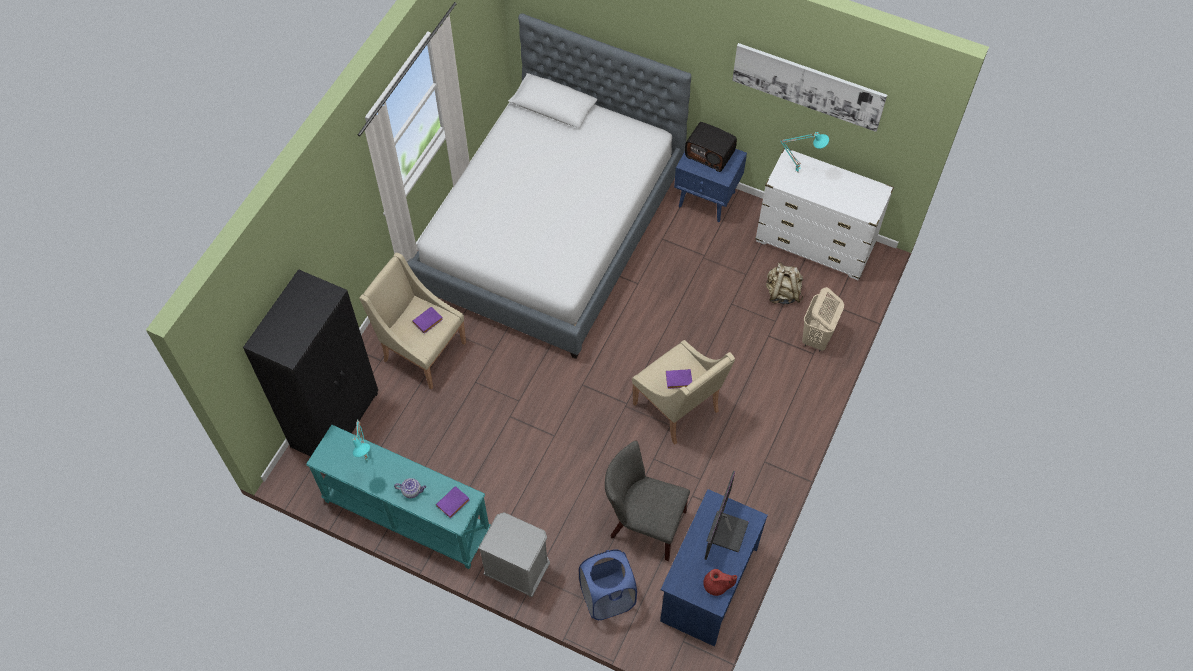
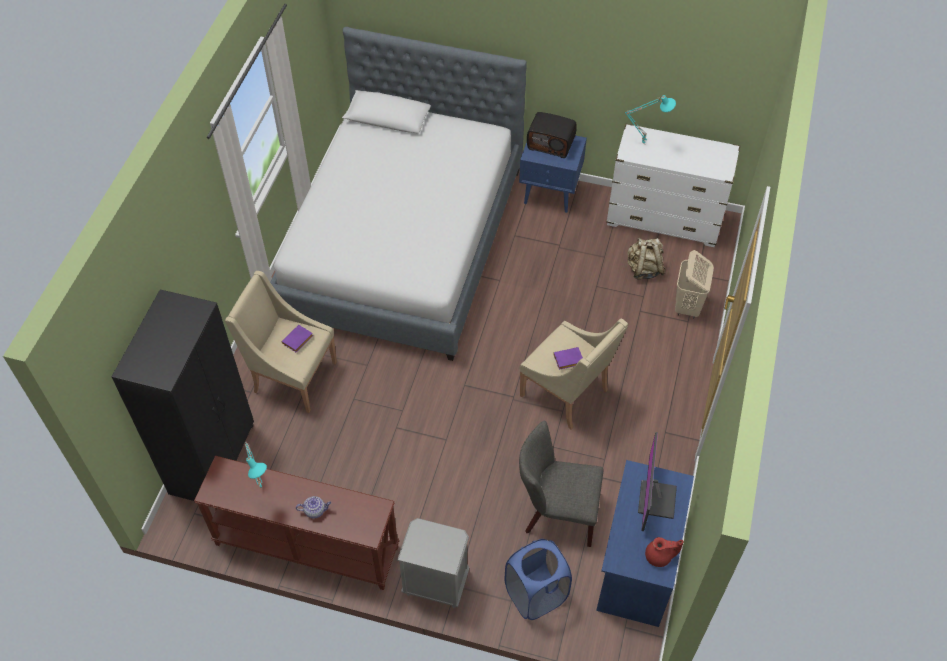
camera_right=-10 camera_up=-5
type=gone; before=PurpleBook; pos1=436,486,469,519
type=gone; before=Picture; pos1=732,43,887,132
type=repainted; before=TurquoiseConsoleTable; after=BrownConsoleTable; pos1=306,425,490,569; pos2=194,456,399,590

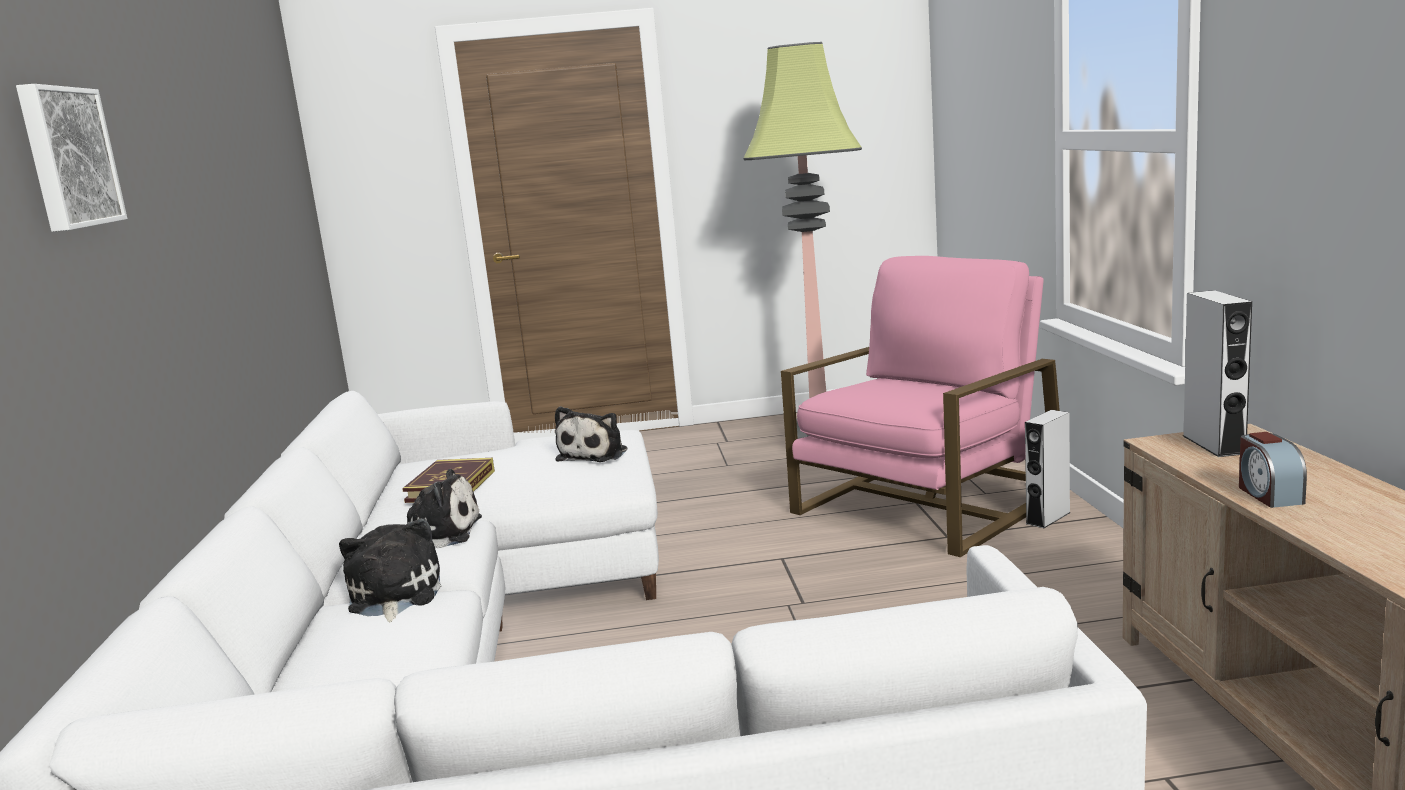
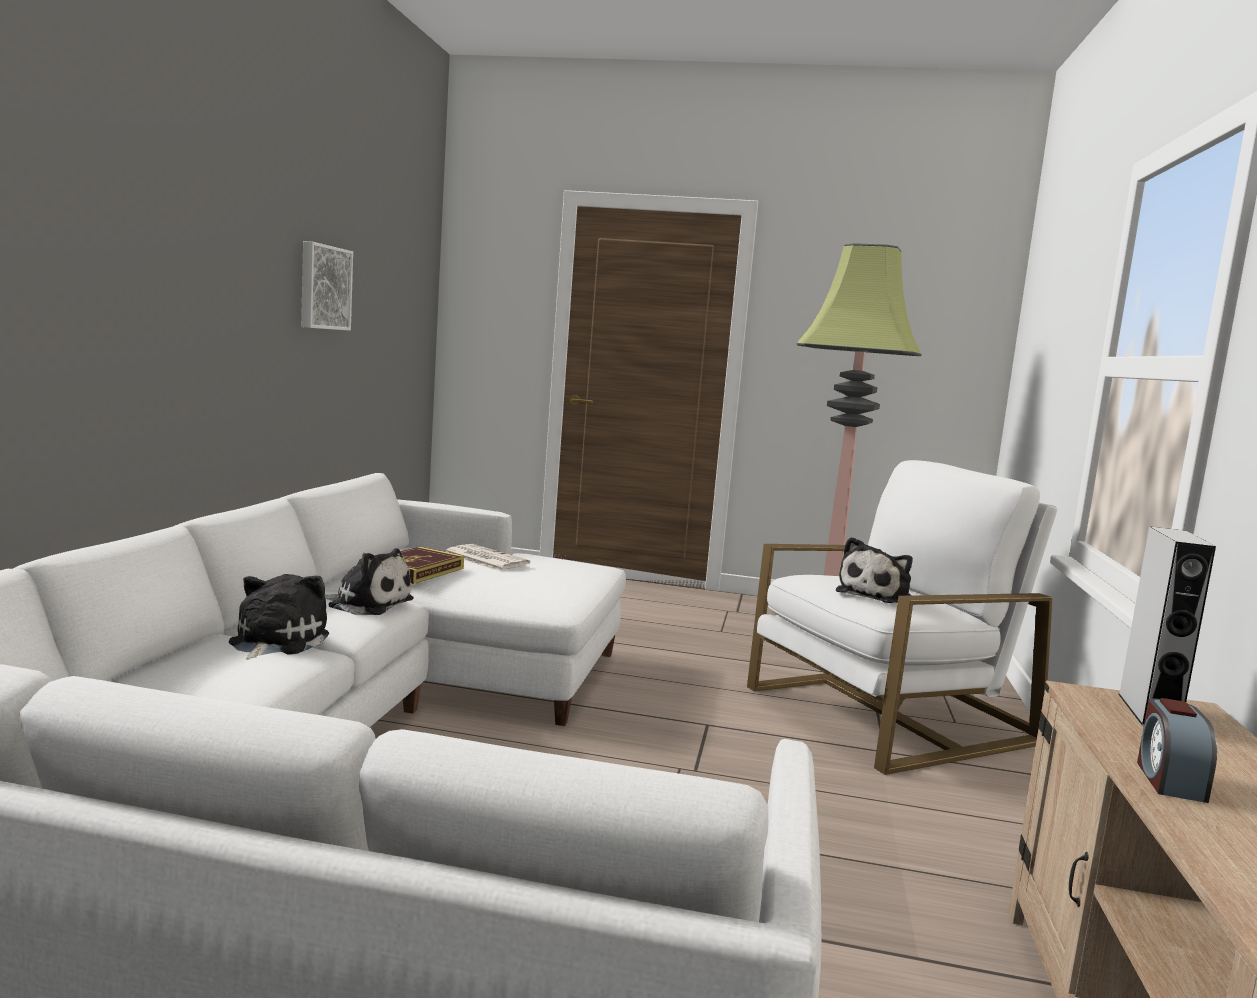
camera_right=15 camera_up=-5
type=gone; before=GreySpeaker; pos1=1025,410,1071,528
type=new; after=Newspaper; pos2=446,544,530,571
type=shifted; before=Picture; pos1=16,84,127,232; pos2=301,241,353,331
type=shifted; before=PlushToy; pos1=555,406,627,462; pos2=836,537,913,603
type=repainted; before=PinkArmchair; after=WhiteArmchair; pos1=781,256,1060,557; pos2=747,460,1057,775

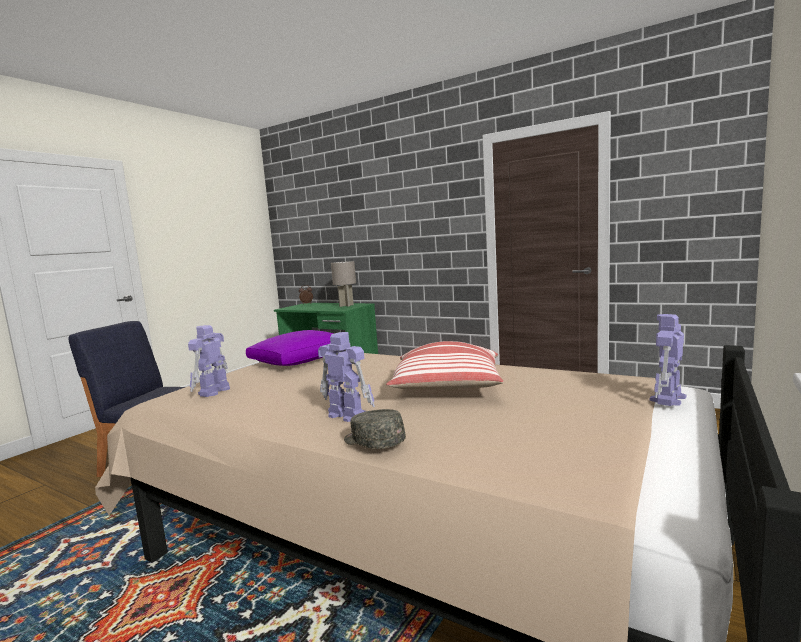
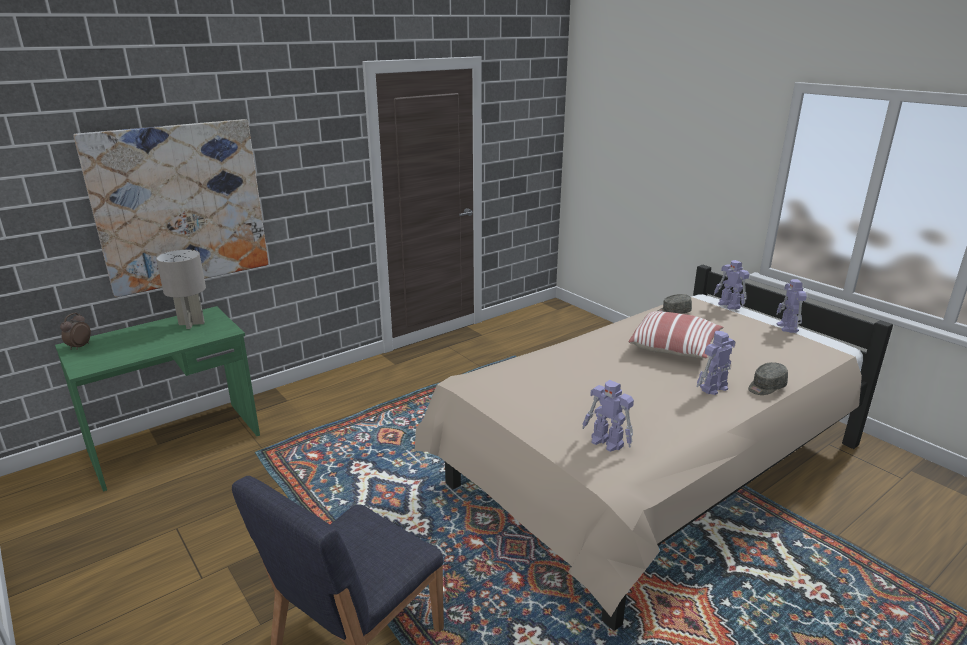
camera_right=-70 camera_up=15
type=gone; before=PurplePillow; pos1=246,330,334,366
type=new; after=Picture; pos2=73,119,269,297
type=new; after=GreyCap; pos2=658,294,692,314
type=new; after=ToyRobot; pos2=776,279,807,333

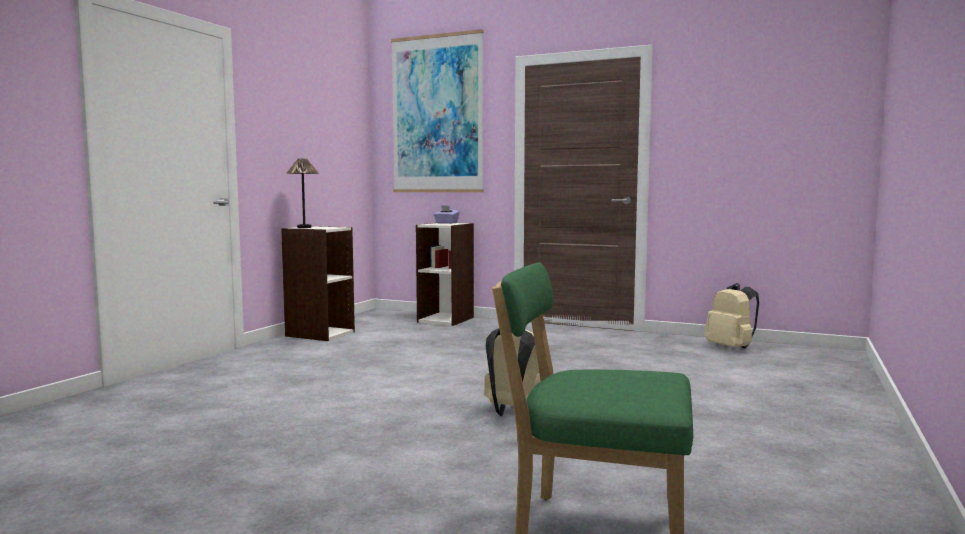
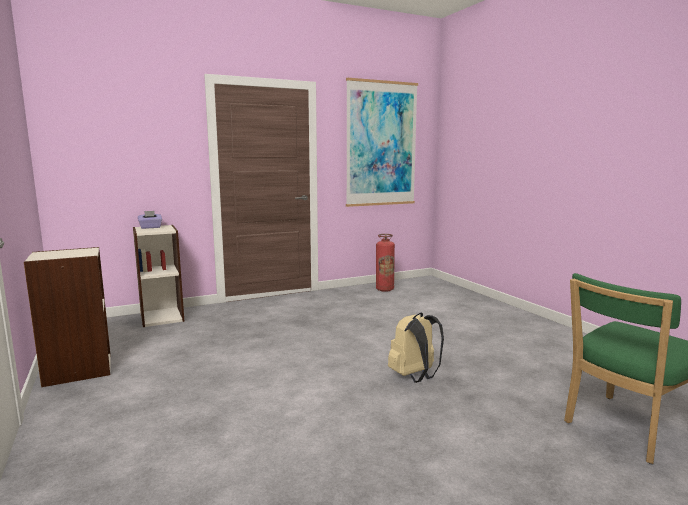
camera_right=-50 camera_up=5
type=gone; before=TableLamp; pos1=287,159,319,228
type=shifted; before=Picture; pos1=391,29,484,192; pos2=346,78,418,207
type=swapped; before=BeigeBackpack; after=FireExtinguisher; pos1=705,283,759,349; pos2=376,234,395,292

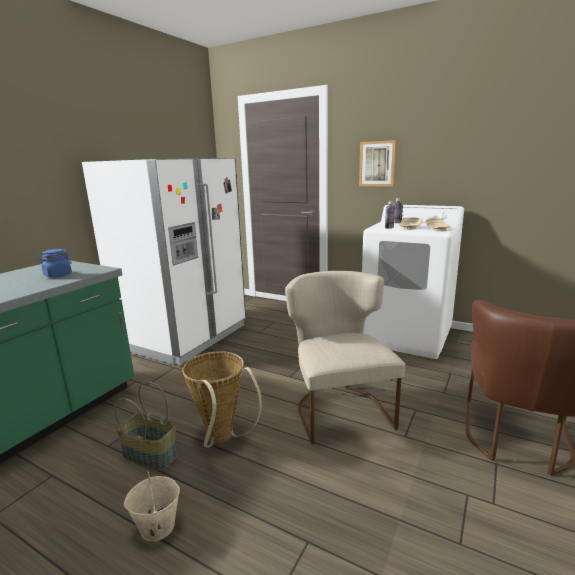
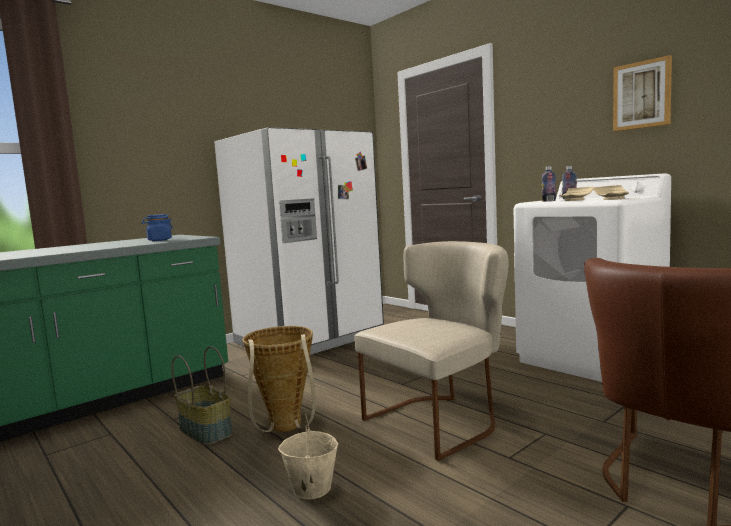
camera_right=20 camera_up=-10
type=shifted; before=BeigeBucket; pos1=124,469,180,542; pos2=278,413,338,499
type=shifted; before=Picture; pos1=359,140,396,186; pos2=613,55,672,131
type=rotated; before=BeigeChair; pos1=285,271,406,444; pos2=354,241,509,461; turn=45

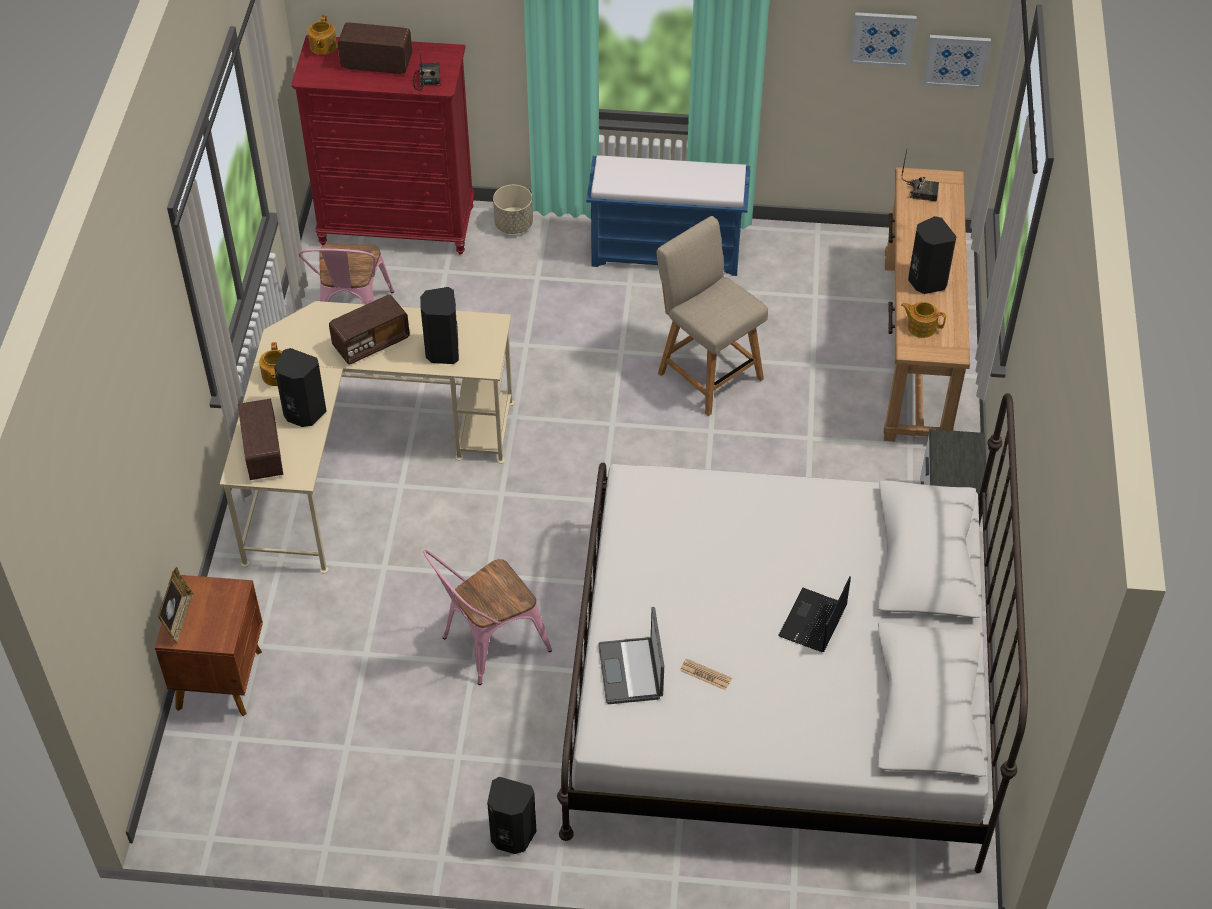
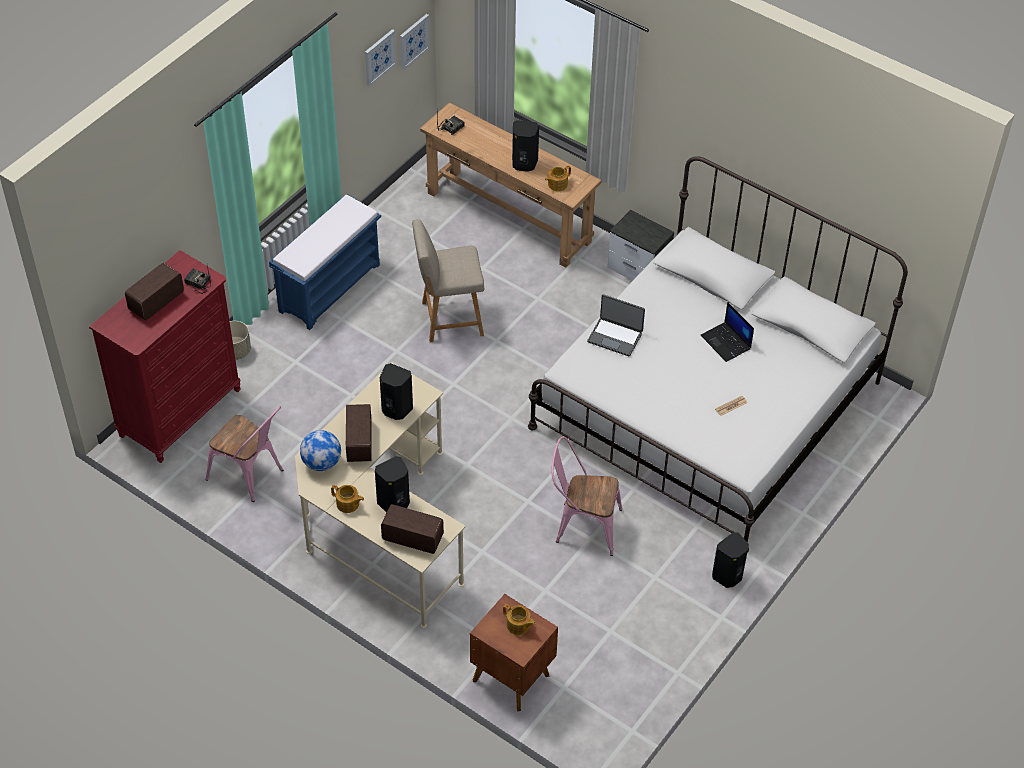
camera_right=-60 camera_up=0
type=gone; before=PictureFrame; pos1=158,567,194,643
type=new; after=Globe; pos2=300,430,341,471
type=shifted; before=Teapot; pos1=308,15,337,55; pos2=503,604,536,635
type=shifted; before=Laptop; pos1=598,607,664,704; pos2=587,294,645,357
type=rotated; before=PinkChair; pos1=423,550,552,685; pos2=551,437,622,556; turn=105

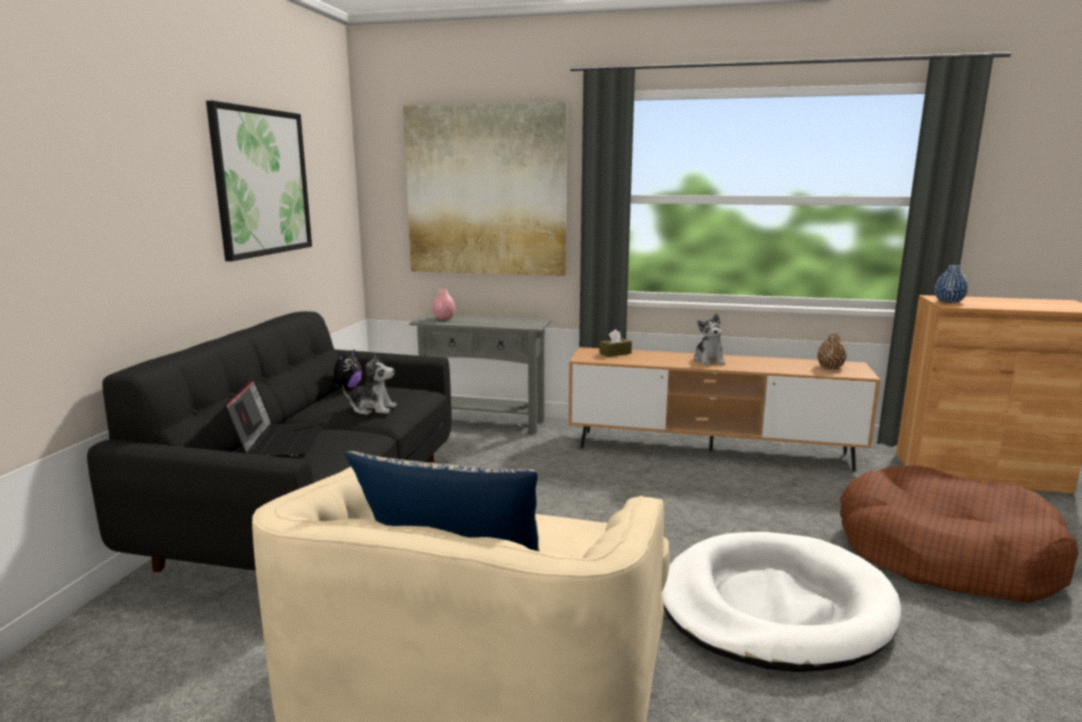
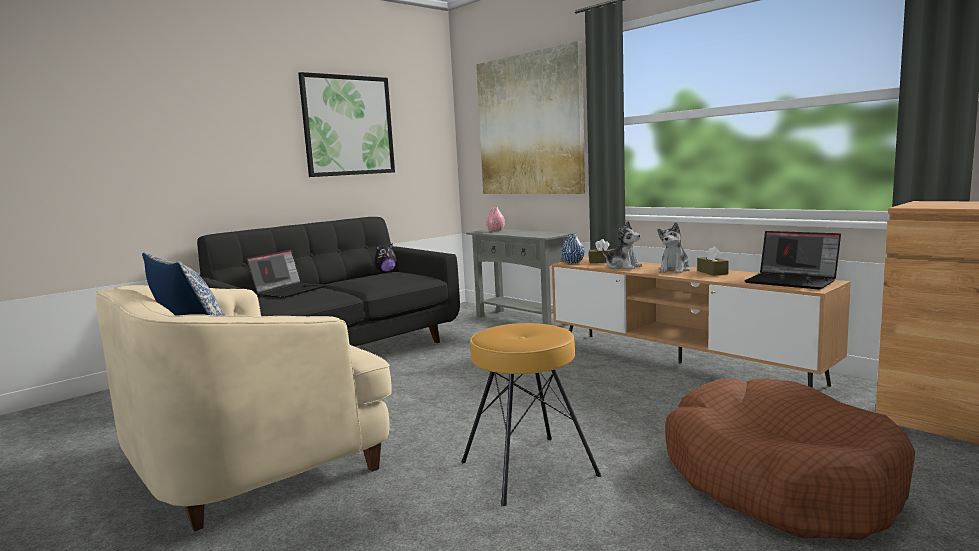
camera_right=35 camera_up=-5
type=new; after=BrownTissueBox; pos2=697,246,729,276
type=shifted; before=PlushToy; pos1=343,352,397,415; pos2=602,221,642,269
type=shifted; before=BlueVase; pos1=935,265,968,303; pos2=561,234,584,264
type=swapped; before=WhiteDogBed; after=BrownStool; pos1=662,532,901,672; pos2=461,323,601,506
type=swapped; before=BrownVase; after=Laptop; pos1=817,333,847,369; pos2=744,231,841,289

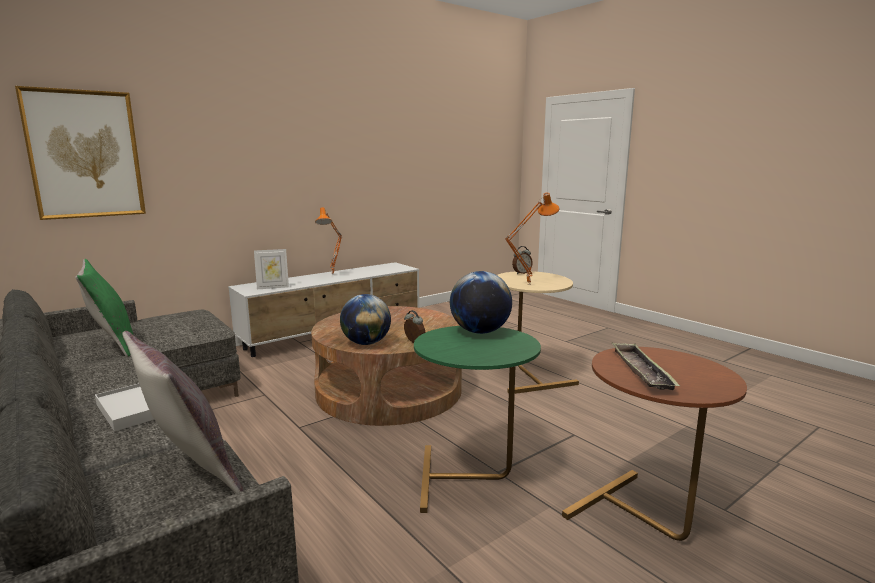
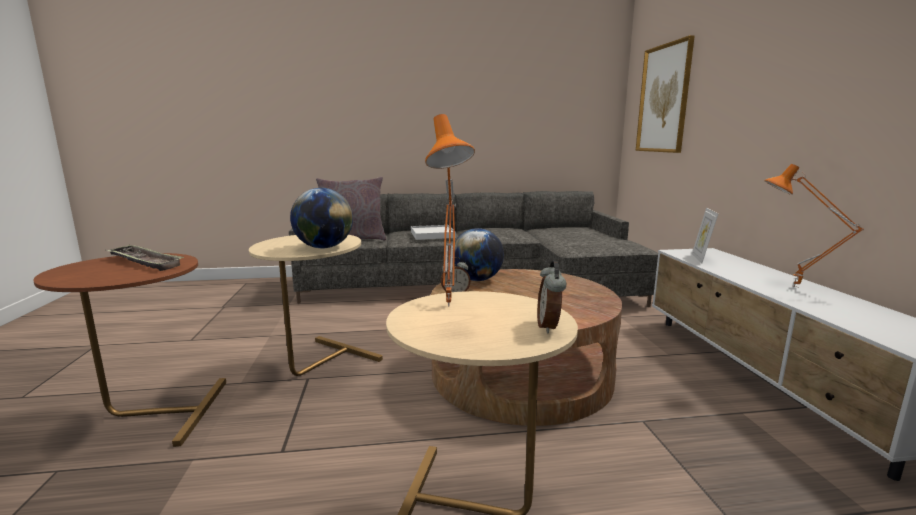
camera_right=120 camera_up=0
type=gone; before=GreenPillow; pos1=75,259,133,357
type=repainted; before=GreenSideTable; after=BeigeSideTable; pos1=414,326,541,513; pos2=249,235,383,376

